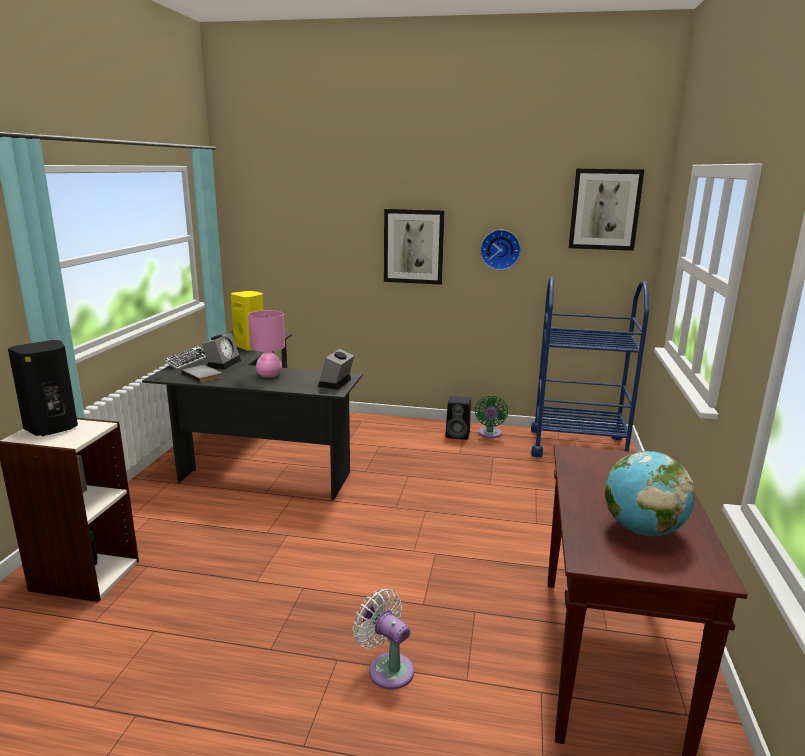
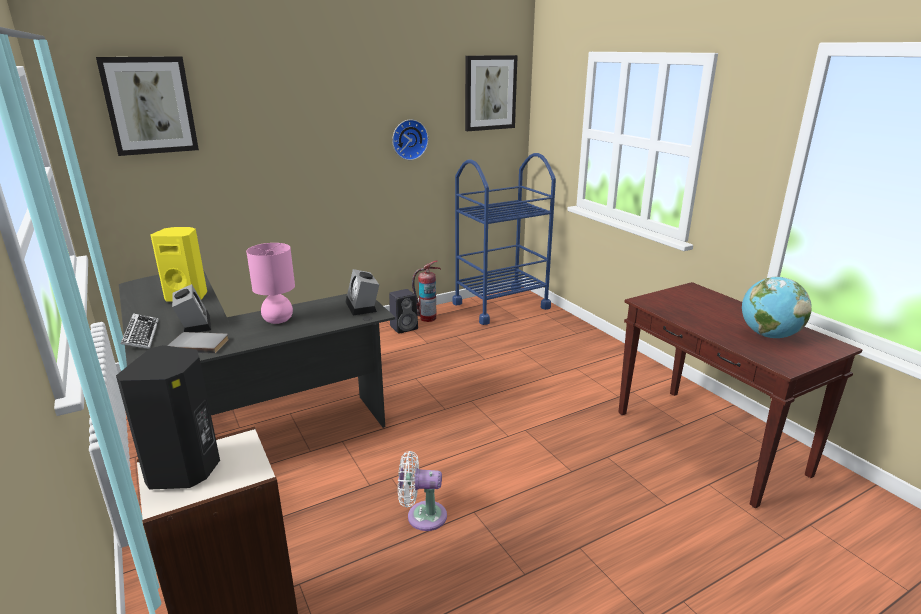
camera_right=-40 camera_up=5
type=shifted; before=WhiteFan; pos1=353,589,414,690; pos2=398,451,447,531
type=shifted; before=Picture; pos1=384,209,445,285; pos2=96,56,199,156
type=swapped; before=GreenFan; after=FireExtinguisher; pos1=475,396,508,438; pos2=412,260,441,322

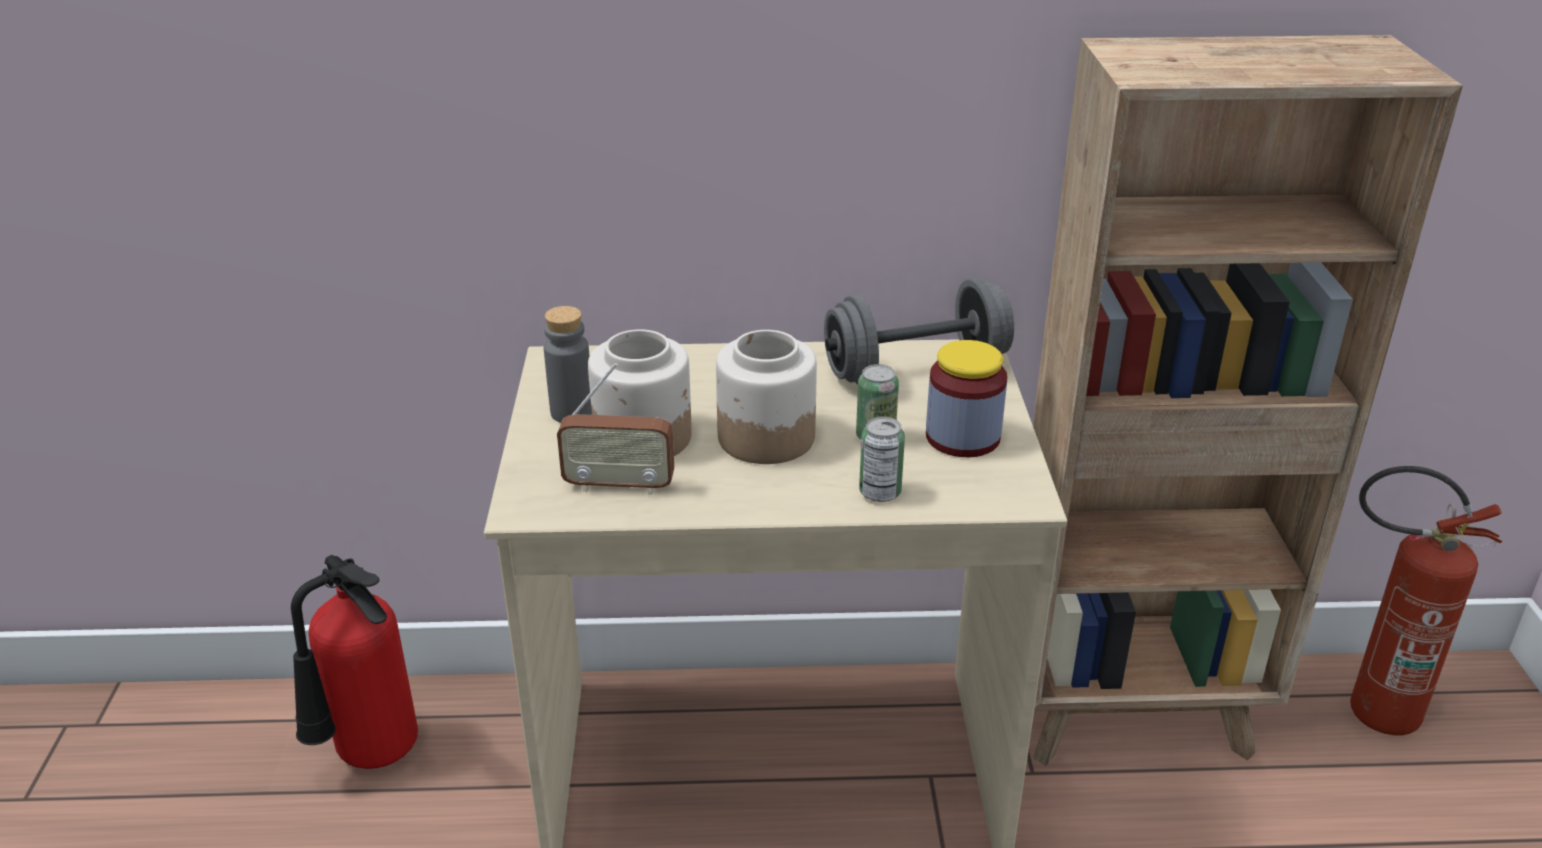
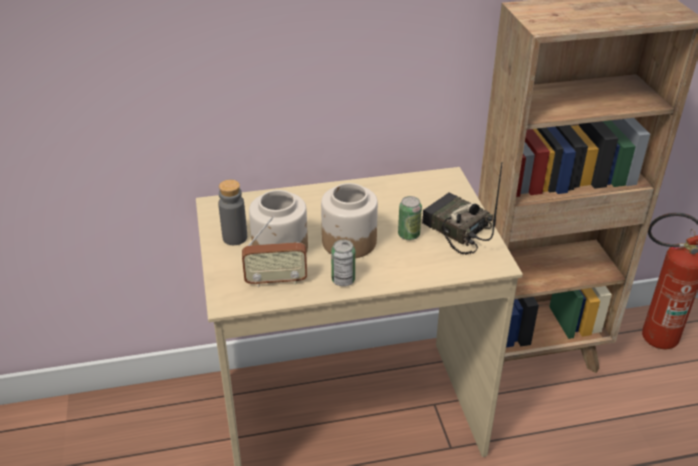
camera_right=-10 camera_up=5
type=gone; before=FireExtinguisher; pos1=291,555,418,769
type=gone; before=GreyDumbbell; pos1=824,278,1014,384
type=shifted; before=Can; pos1=859,416,905,502; pos2=331,240,355,286
type=swapped; before=Jar; after=Radio; pos1=926,340,1007,457; pos2=422,162,502,255

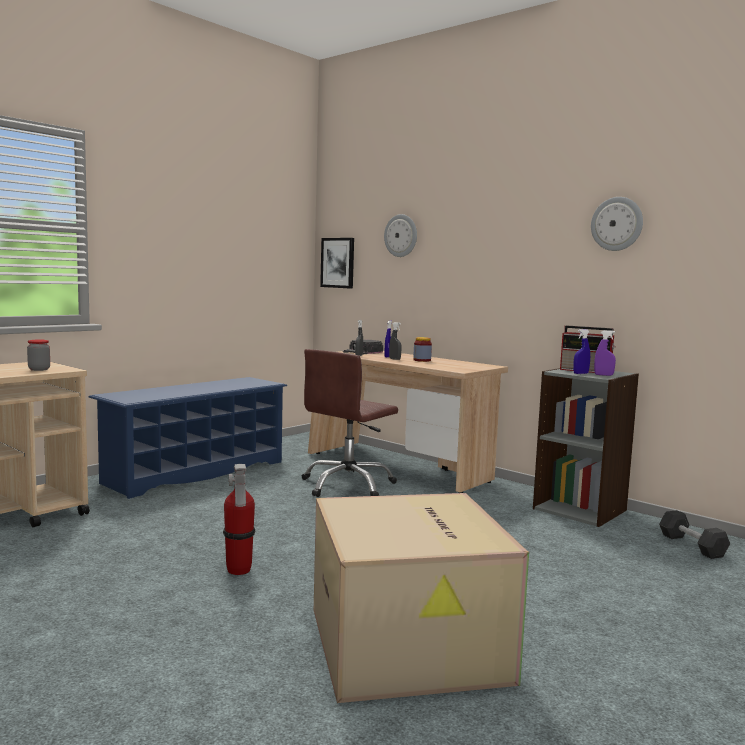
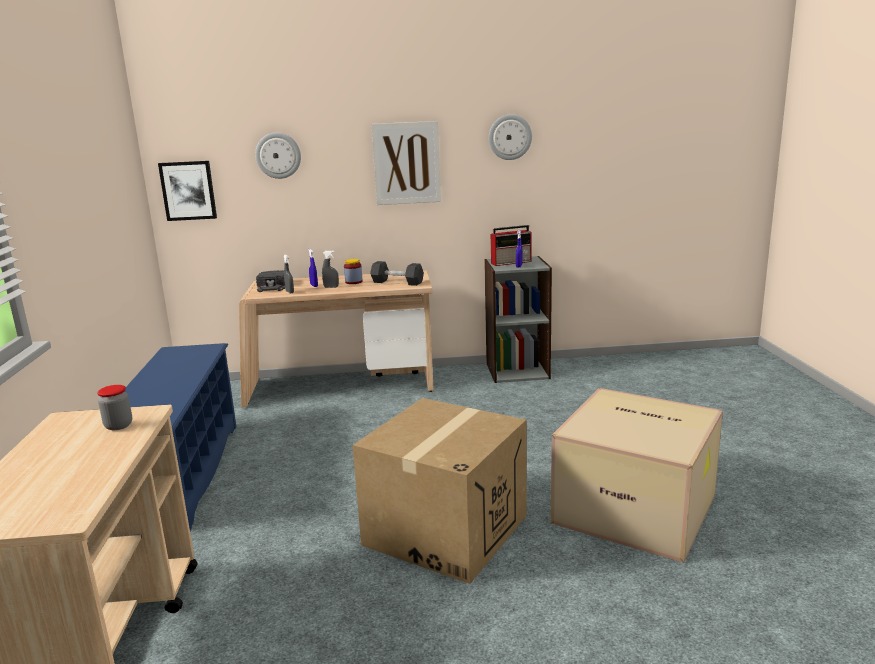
camera_right=-45 camera_up=10
type=gone; before=BrownOfficeChair; pos1=302,349,398,497
type=gone; before=PurpleSprayBottle; pos1=594,330,616,376
type=new; after=Picture; pos2=371,121,441,205
type=shifted; before=BlackDumbbell; pos1=659,510,730,559; pos2=370,261,424,286
type=swapped; before=FireExtinguisher; after=CardboardBox; pos1=223,464,255,575; pos2=352,398,527,584

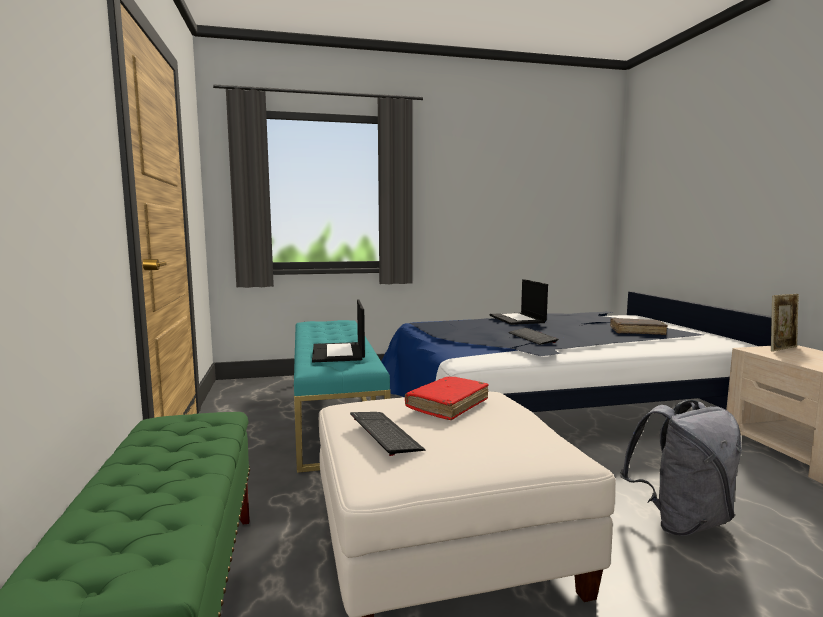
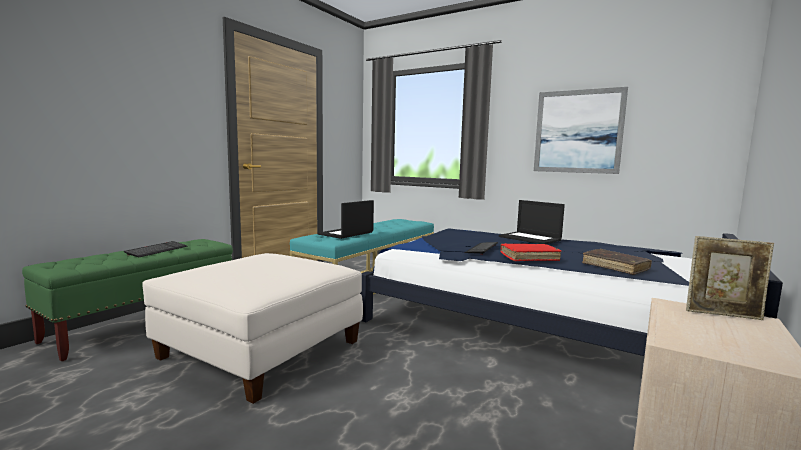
camera_right=45 camera_up=0
type=gone; before=GreyBackpack; pos1=620,400,742,536
type=new; after=Picture; pos2=534,87,628,174
type=shifted; before=Keyboard; pos1=350,412,426,456; pos2=124,241,187,257
type=shifted; before=RedBook; pos1=405,377,489,420; pos2=500,243,562,261
type=rotated; before=Laptop; pos1=490,279,548,325; pos2=499,200,565,244; turn=-75

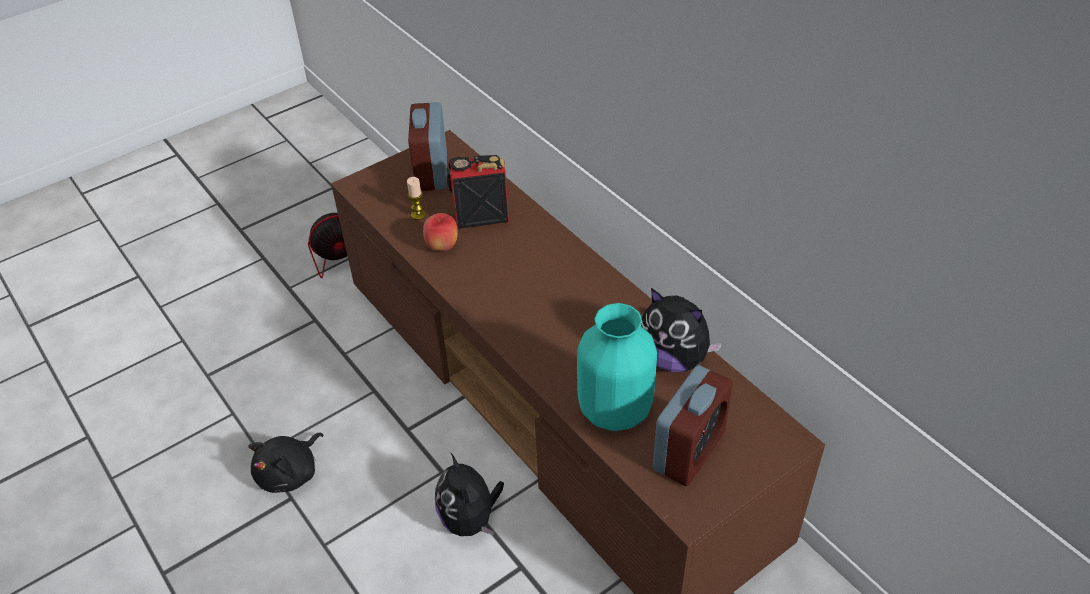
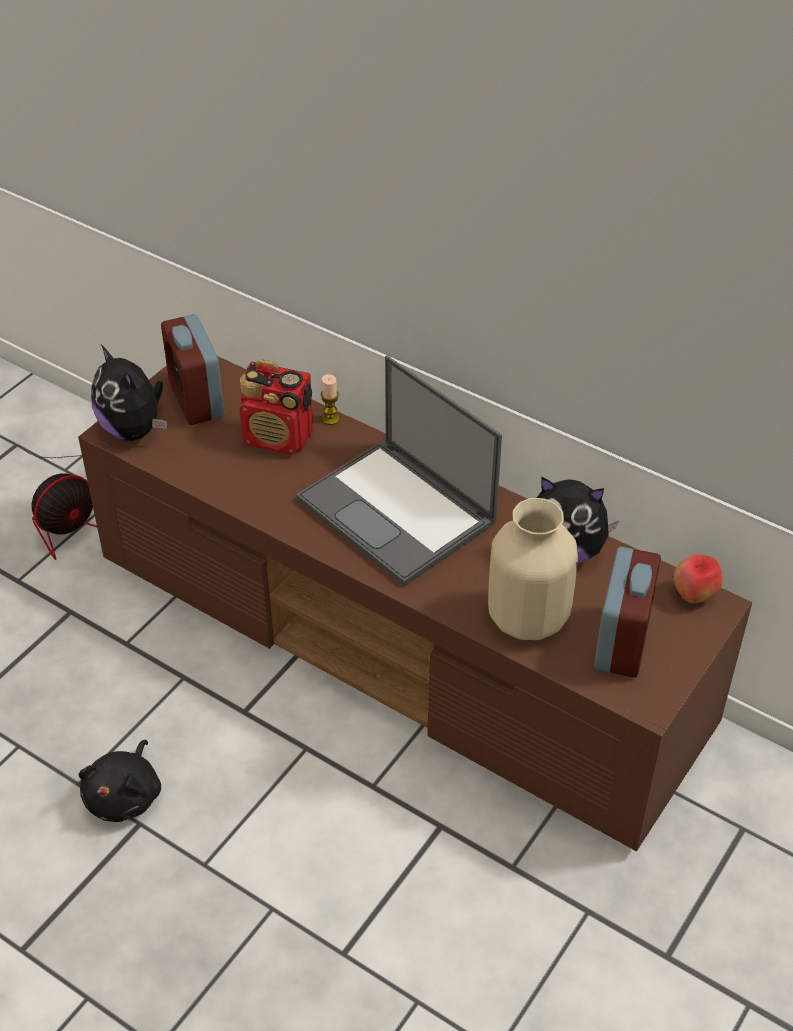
camera_right=-20 camera_up=0
type=new; after=Laptop; pos2=296,355,502,586
type=shifted; before=Candle; pos1=407,177,426,220; pos2=321,374,339,425
type=shifted; before=Apple; pos1=423,213,458,251; pos2=674,554,723,603
type=shifted; before=PlushToy; pos1=435,452,504,537; pos2=91,345,167,441
type=repainted; before=TurquoiseVase; after=BeigeVase; pos1=577,303,657,431; pos2=488,498,578,640
type=rotated; before=Radio; pos1=447,155,509,229; pos2=240,359,313,455; turn=-135

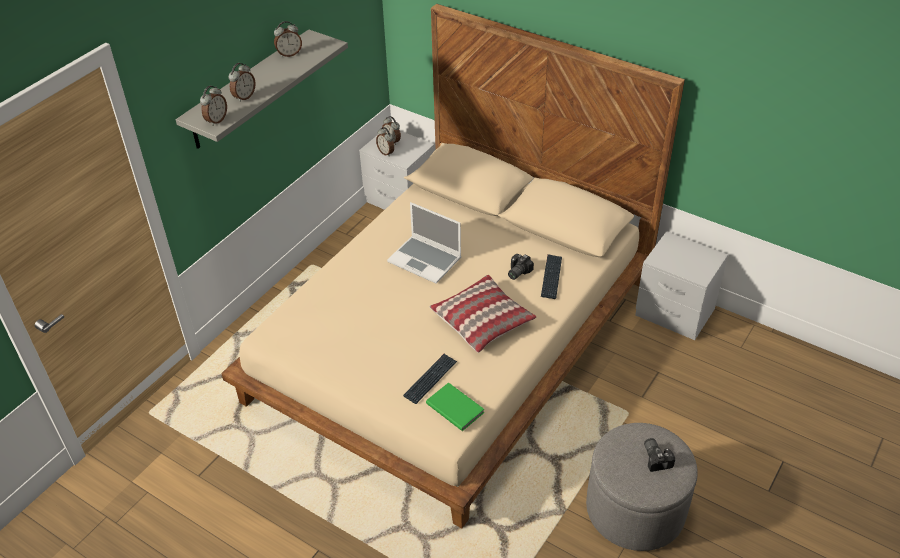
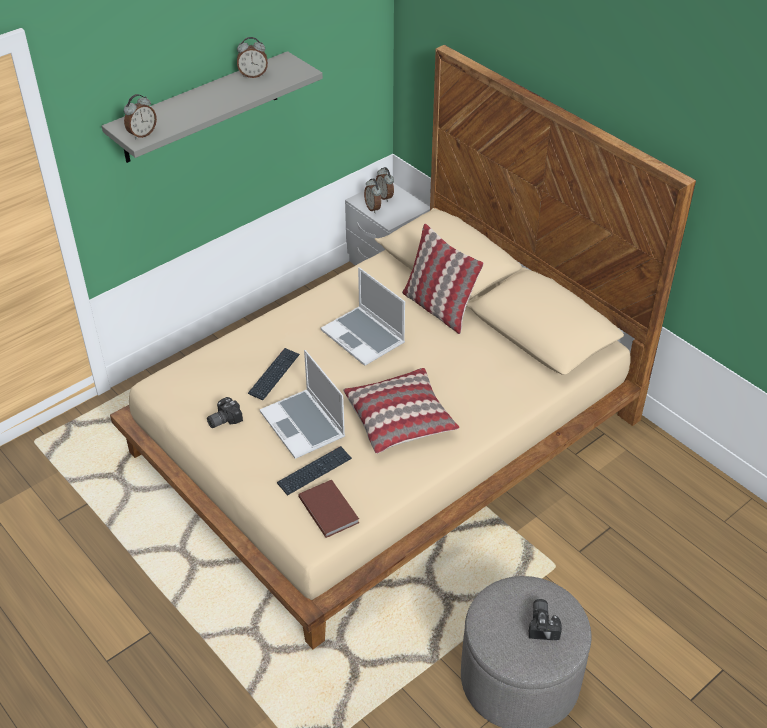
camera_right=15 camera_up=0
type=gone; before=AlarmClock; pos1=229,63,256,102
type=gone; before=GreyNightstand; pos1=635,231,728,340
type=new; after=Laptop; pos2=259,350,345,459
type=new; after=Pillow; pos2=402,224,484,334
type=shifted; before=PhotoCamera; pos1=508,254,534,280; pos2=207,397,243,428
type=shifted; before=Keyboard; pos1=541,254,562,299; pos2=248,348,300,400
type=repainted; before=GreenBook; after=BrownBook; pos1=426,382,484,431; pos2=298,480,359,538

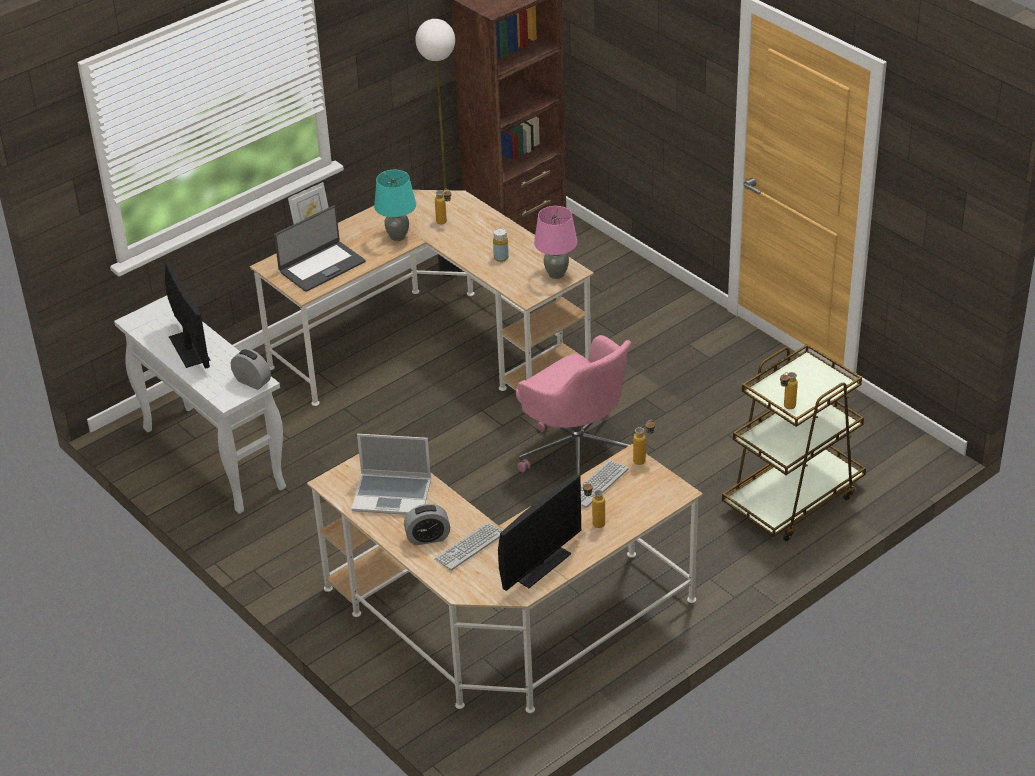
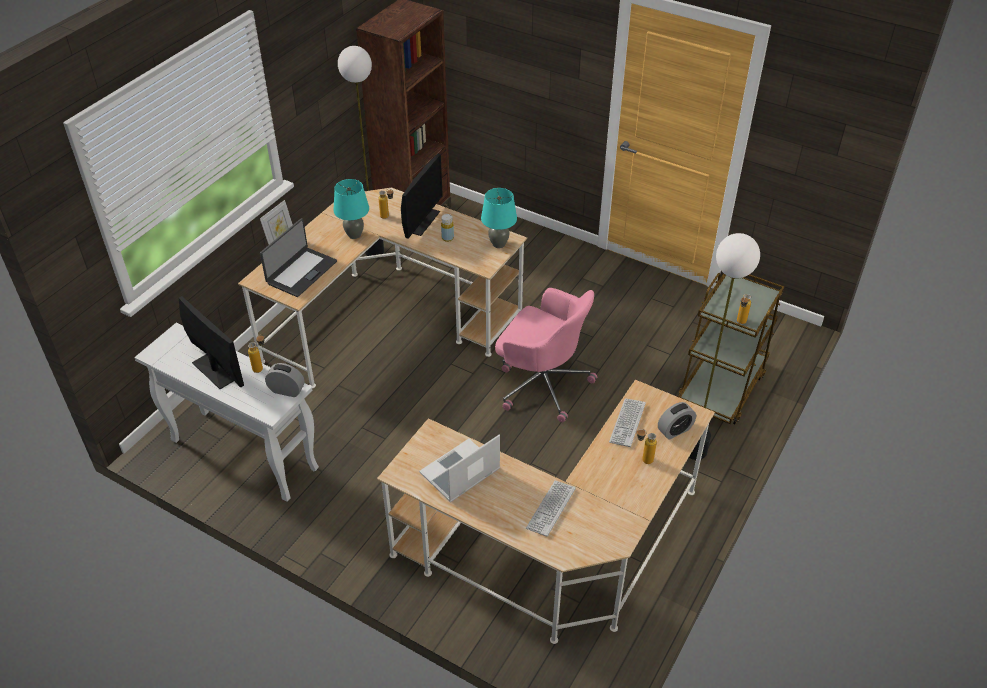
camera_right=-20 camera_up=5
type=new; after=FloorLamp; pos2=689,233,760,460
type=shifted; before=AlarmClock; pos1=404,504,450,546; pos2=658,402,696,439
type=shifted; before=Monitor; pos1=498,474,581,591; pos2=401,154,443,239
type=shifted; before=Bottle; pos1=633,420,655,465; pos2=248,334,264,373
type=repainted; before=PinkTableLamp; after=TurquoiseTableLamp; pos1=534,206,577,279; pos2=481,188,517,248
type=rotated; before=Laptop; pos1=352,434,431,515; pos2=419,434,500,502; turn=150

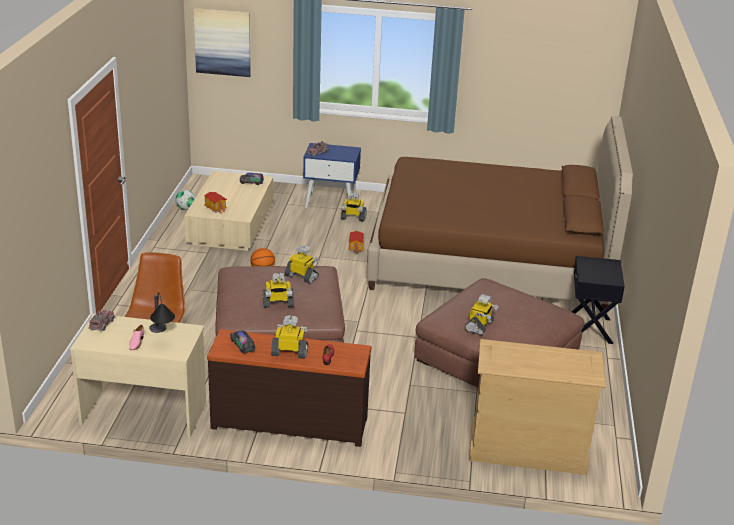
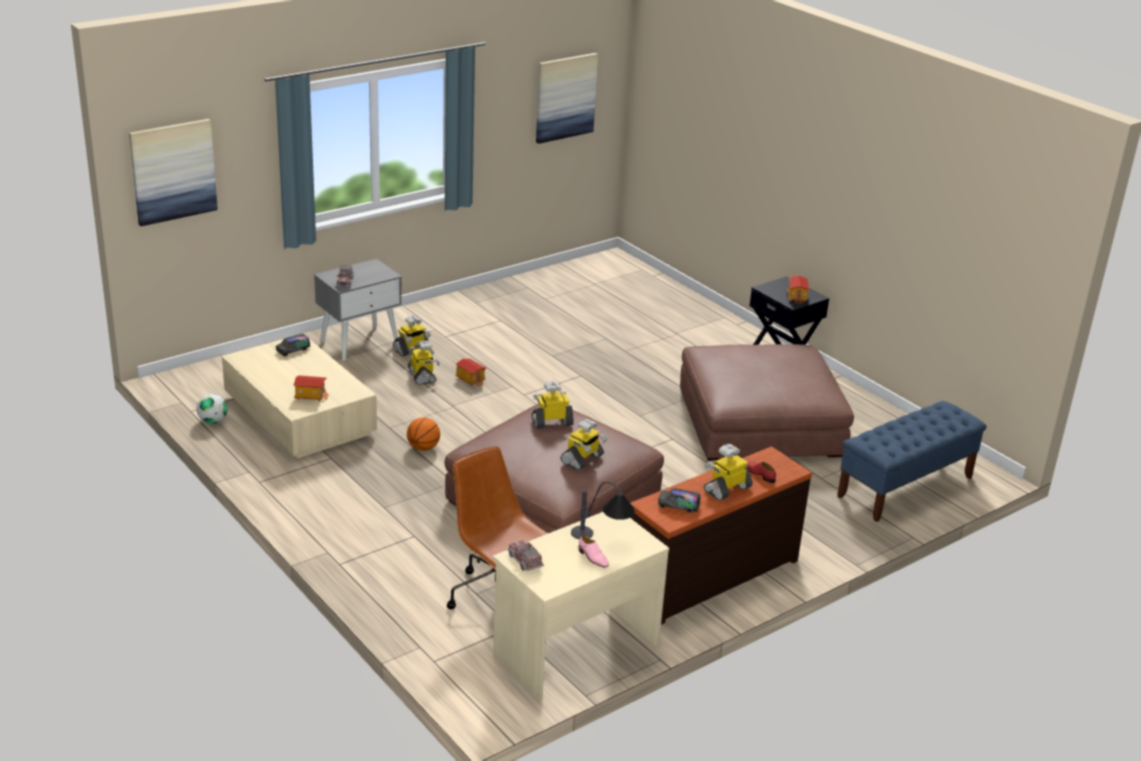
camera_right=-45 camera_up=0
type=gone; before=BrownBed; pos1=366,116,633,309
type=new; after=Picture; pos2=536,53,598,144
type=new; after=ToyHouse; pos2=787,275,809,304
type=shifted; before=ToyRobot; pos1=465,294,498,335; pos2=408,341,440,385
type=swapped; before=BeigeDresser; after=BlueBench; pos1=469,339,606,475; pos2=837,401,986,522
type=repainted; before=BlueNightstand; after=GreyNightstand; pos1=303,143,361,208; pos2=314,259,402,361

